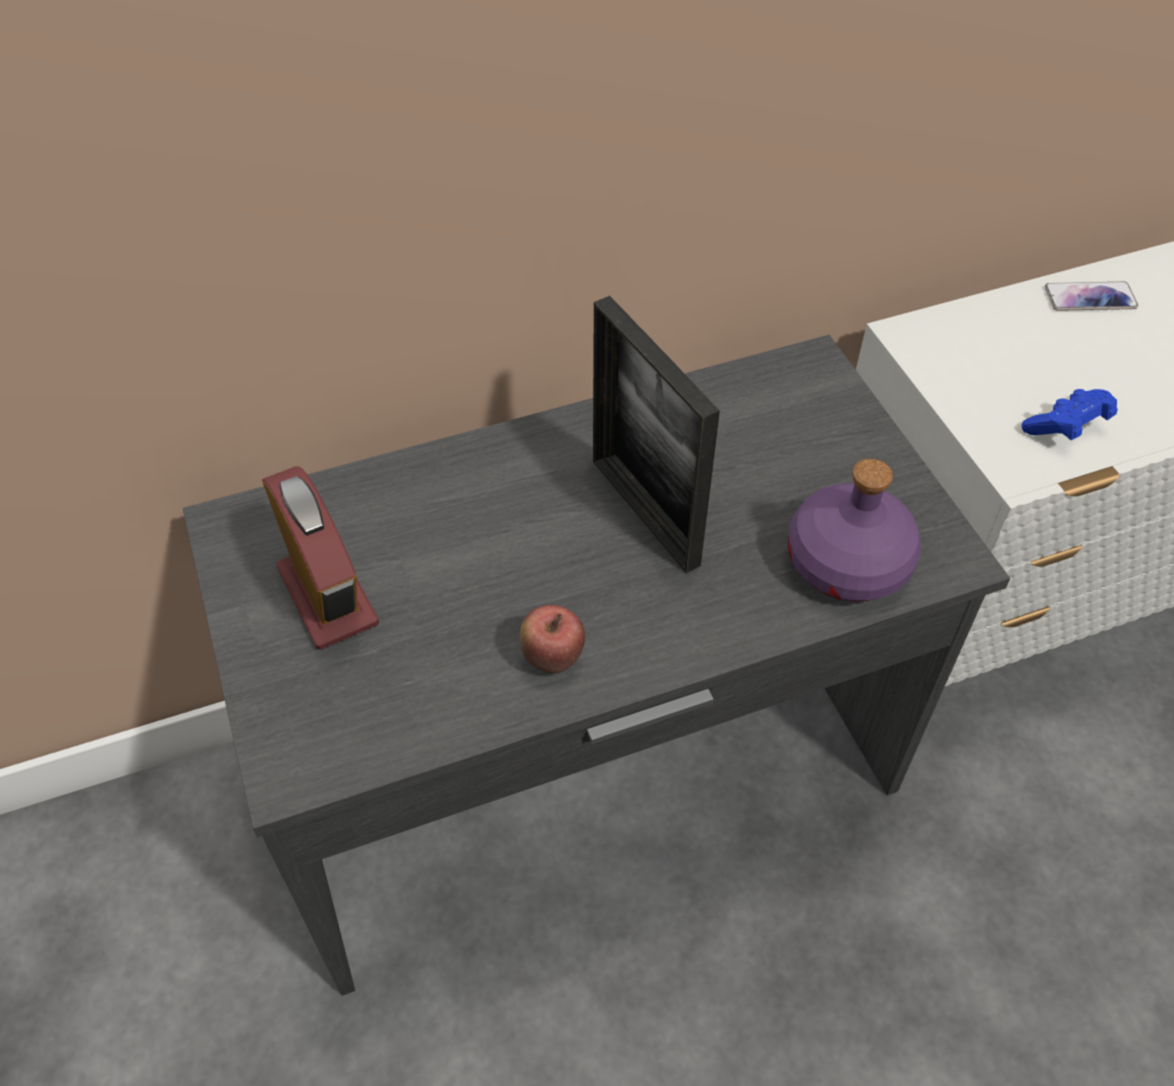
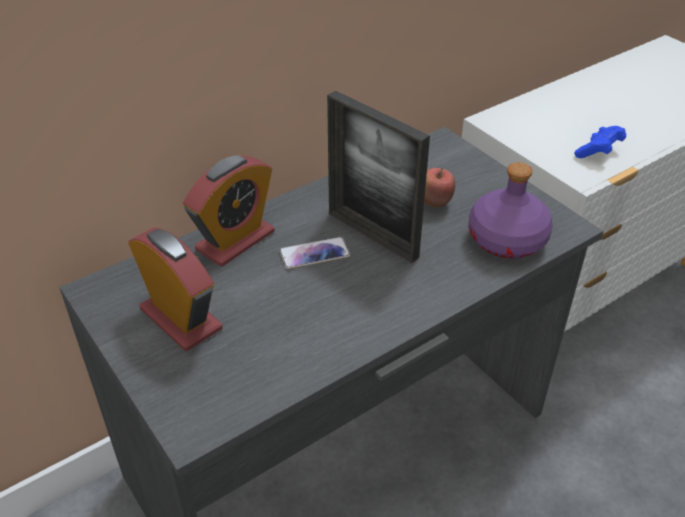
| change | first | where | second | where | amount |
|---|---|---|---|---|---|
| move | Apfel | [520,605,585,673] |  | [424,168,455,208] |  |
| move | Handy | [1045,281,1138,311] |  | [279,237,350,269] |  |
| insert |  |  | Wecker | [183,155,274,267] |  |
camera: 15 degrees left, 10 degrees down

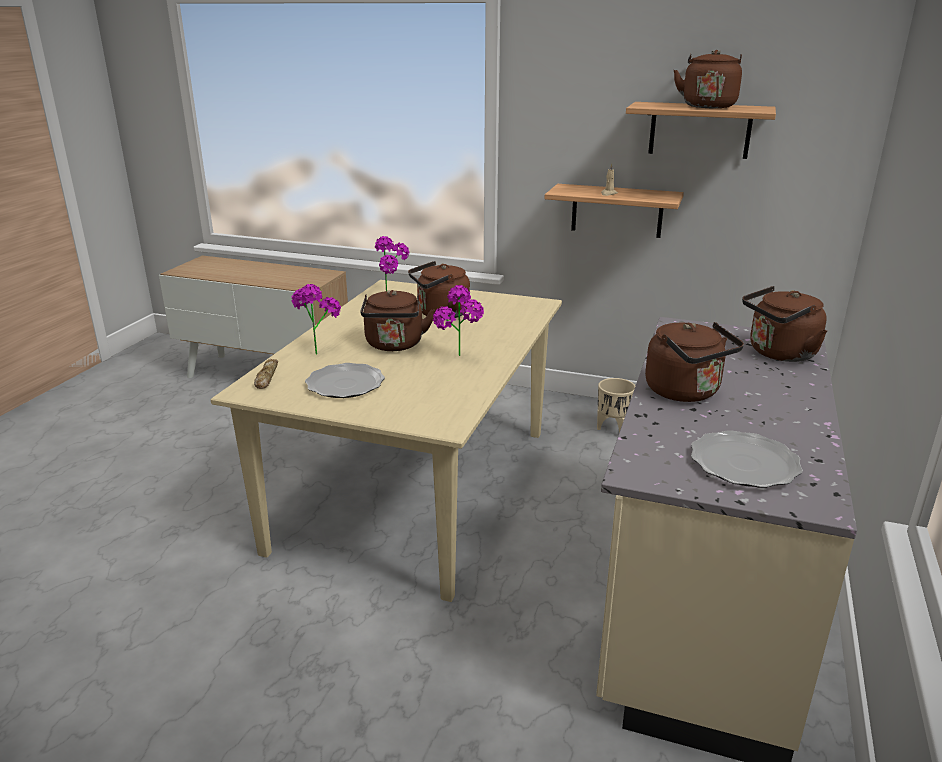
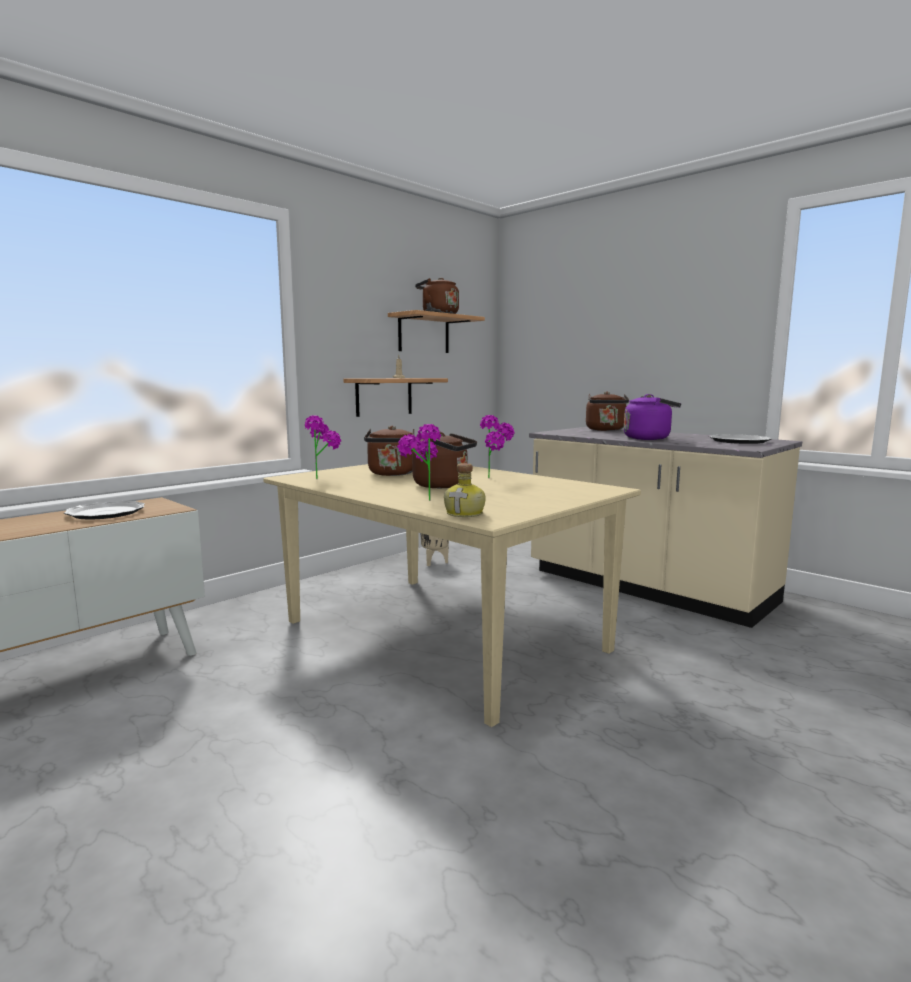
| change | first | where | second | where | amount |
|---|---|---|---|---|---|
| replace | Brot | [254,359,278,389] | Flasche | [444,463,485,517] |  |
| move | Teller | [305,363,385,398] |  | [64,501,145,519] |  |
| recolor | Wasserkessel (braun) | [645,322,744,402] | Wasserkessel (lila) | [624,394,681,440] |  |
camera: 65 degrees left, 15 degrees down

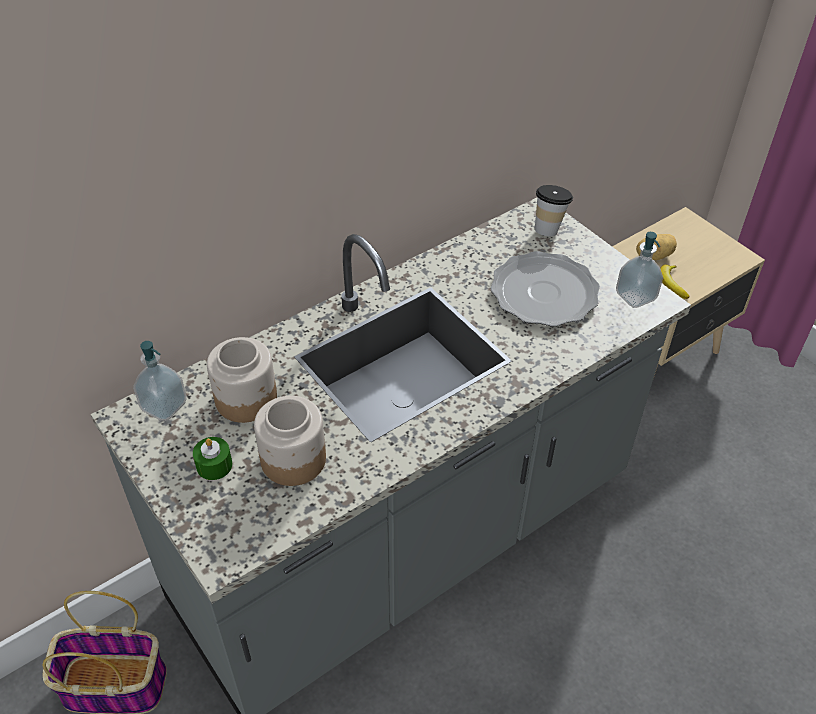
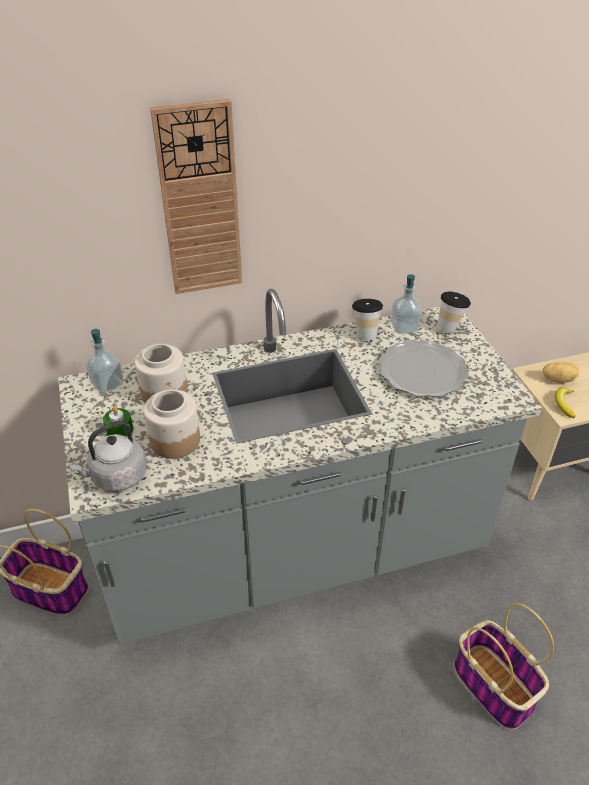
| change | first | where | second | where | amount |
|---|---|---|---|---|---|
| move | Seifenspender | [616,232,663,308] |  | [391,274,422,334] |  |
| insert |  |  | Wasserkessel (grau) | [68,420,147,491] |  |
| insert |  |  | Wanduhr | [150,99,242,294] |  |
| insert |  |  | Tasse | [352,299,383,340] |  |
| insert |  |  | Korb | [454,603,554,730] |  |
camera: 20 degrees right, 5 degrees down

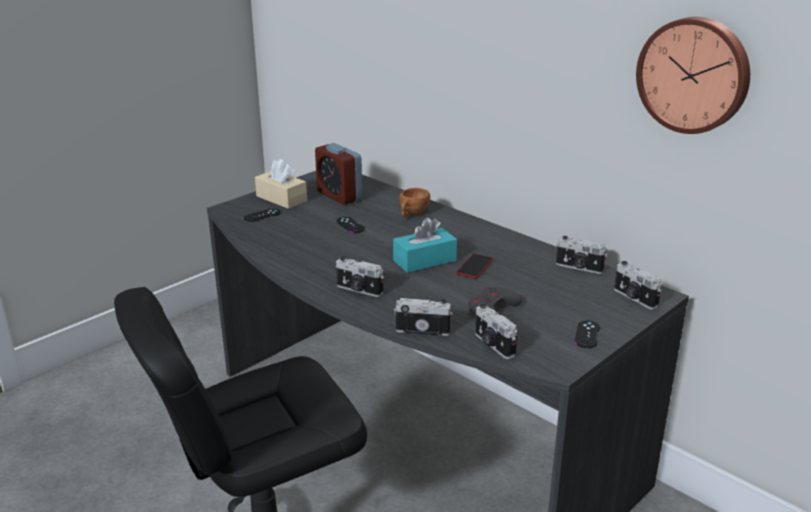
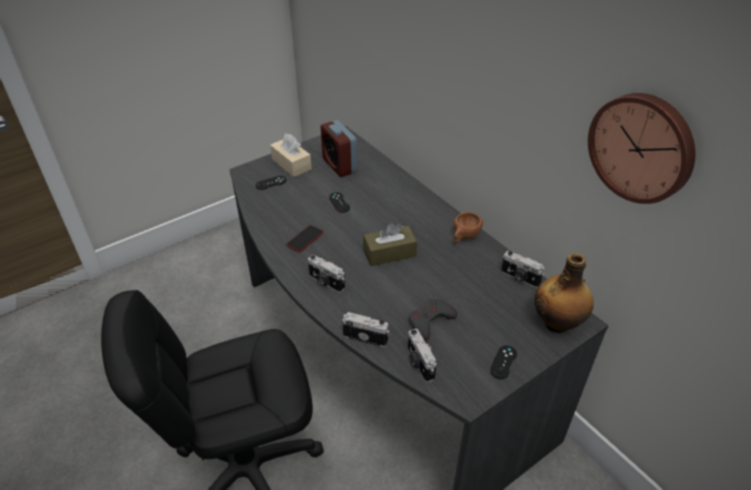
| change | first | where | second | where | amount |
|---|---|---|---|---|---|
| recolor | Taschentuchbox (türkis) | [393,217,457,273] | Taschentuchbox (braun) | [363,223,417,266] |  |
| move | Tasse (braun) | [399,188,430,217] |  | [454,212,483,243] |  |
| move | Handy | [456,254,493,279] |  | [286,225,323,252] |  |
| replace | Kamera | [614,261,662,310] | Flasche | [535,253,594,333] |  |
camera: 10 degrees right, 15 degrees up

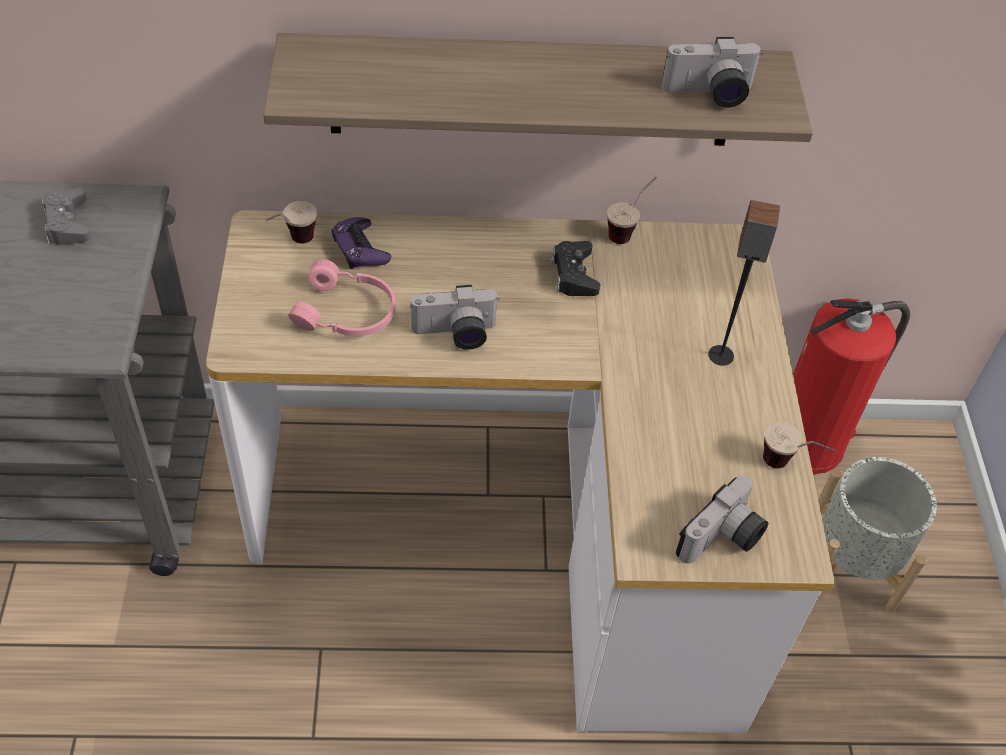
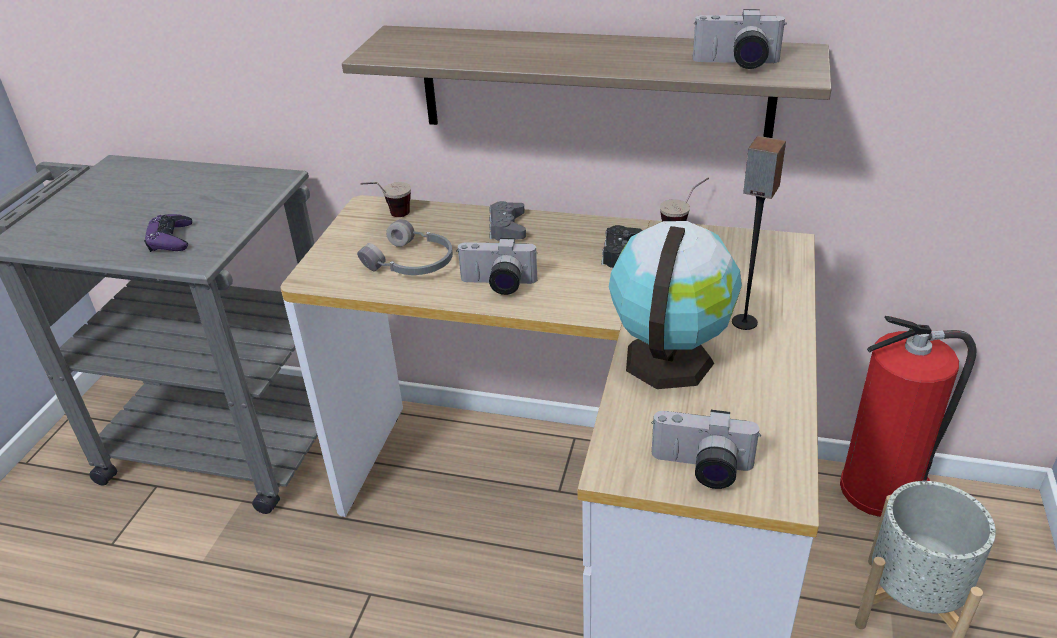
| change | first | where | second | where | amount |
|---|---|---|---|---|---|
| move | Gamepad (grau) | [42,188,91,245] |  | [489,201,526,241] |  |
| recolor | Kopfhörer (rosa) | [288,259,396,336] | Kopfhörer (grau) | [357,219,453,275] |  |
| move | Gamepad (lila) | [331,217,391,269] |  | [144,214,192,252] |  |
| rotate | Kamera | [676,476,769,564] |  | [651,410,761,489] | 45 degrees clockwise |
| delete | Tasse | [763,422,835,468] |  |  |  |
| insert |  |  | Globus | [609,221,742,389] |  |
camera: 20 degrees right, 15 degrees down

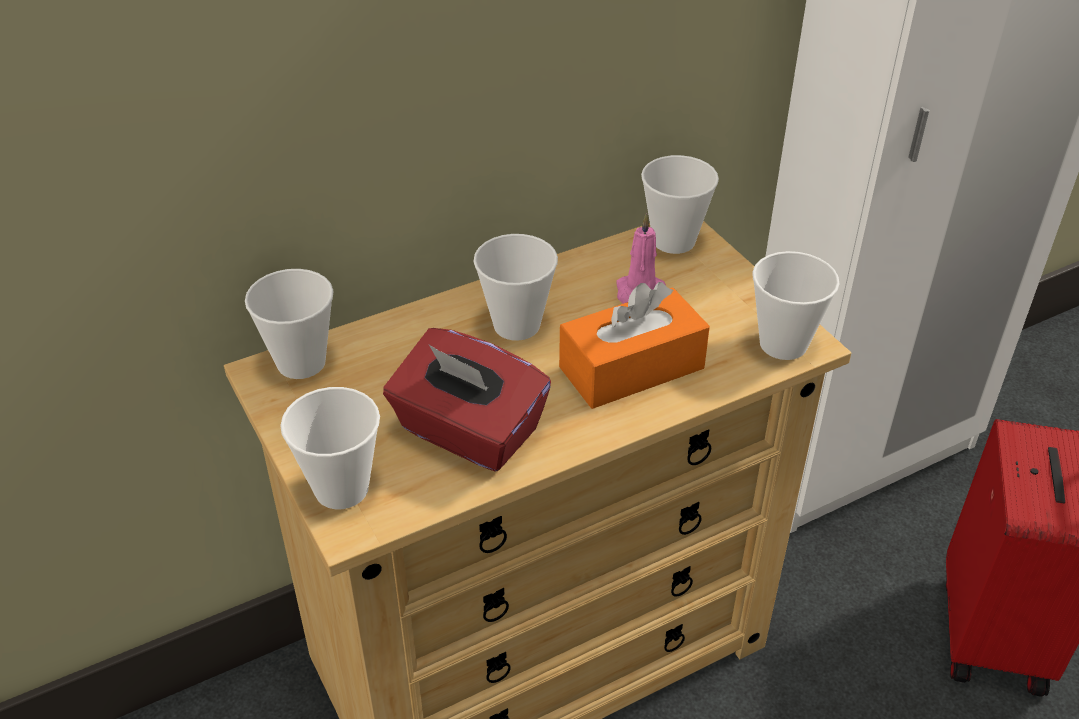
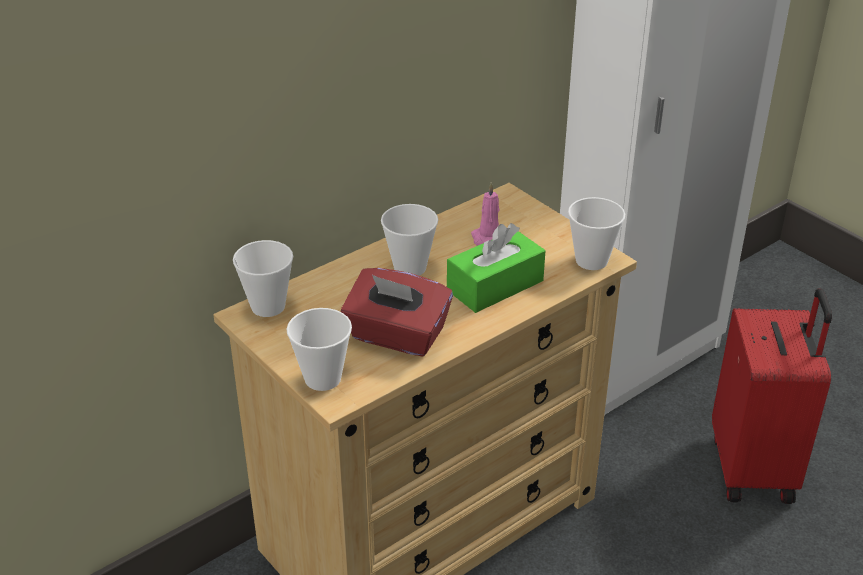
| change | first | where | second | where | amount |
|---|---|---|---|---|---|
| recolor | Taschentuchbox (orange) | [559,282,710,409] | Taschentuchbox (grün) | [447,223,546,313] |  |
| delete | Tasse | [641,155,719,254] |  |  |  |
camera: 10 degrees left, 5 degrees down

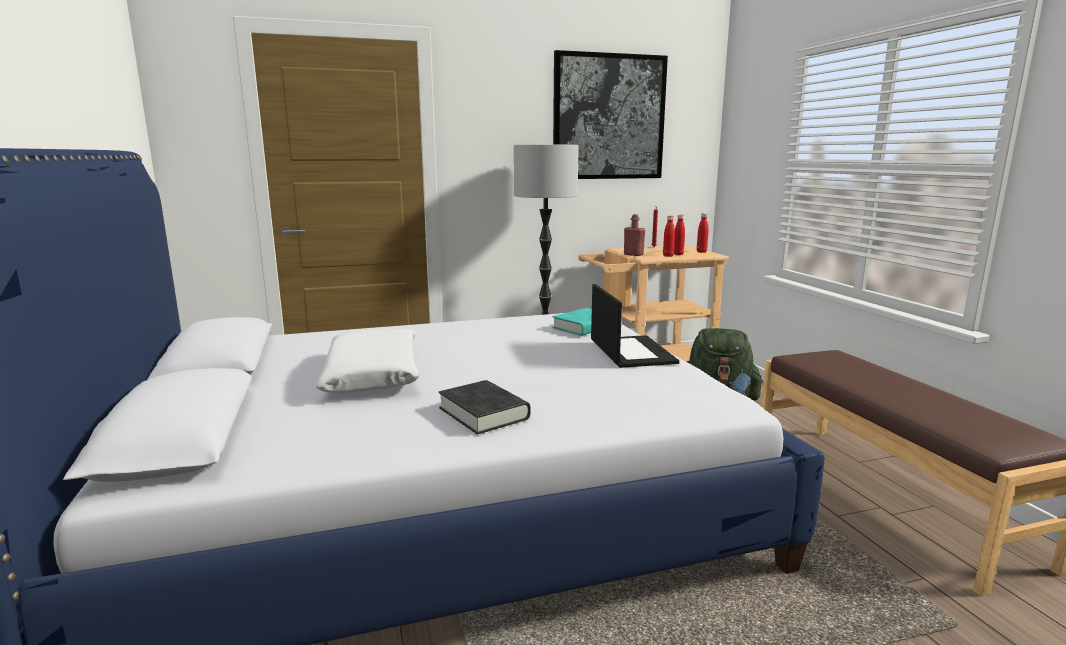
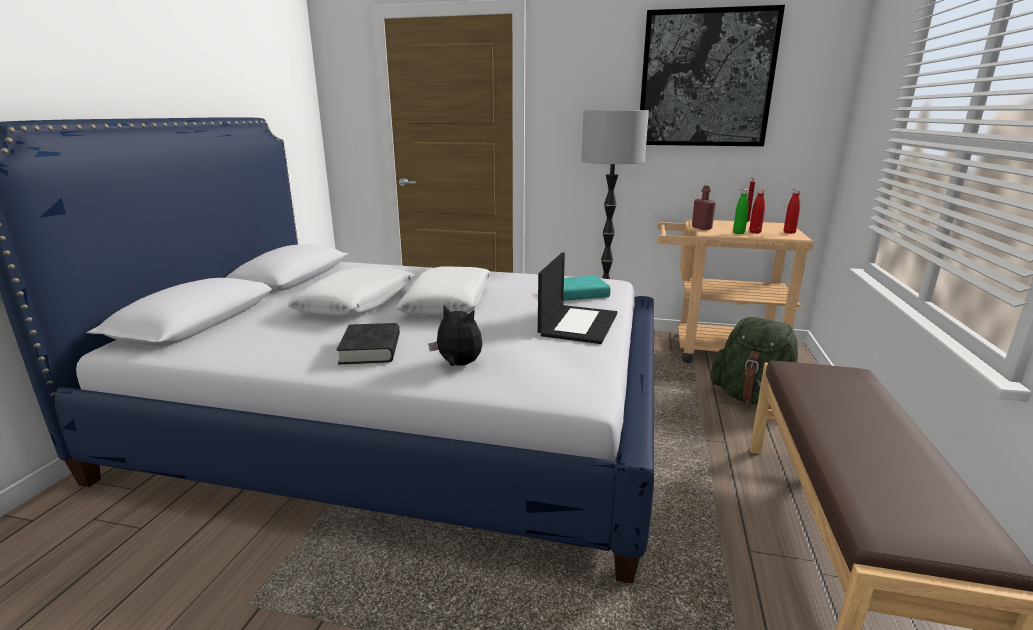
| change | first | where | second | where | amount |
|---|---|---|---|---|---|
| recolor | Flasche (rot) | [663,216,675,257] | Flasche (grün) | [733,189,749,234] |  |
| insert |  |  | Kissen (weiß) | [396,267,491,315] |  |
| insert |  |  | Plüschtier | [428,305,483,366] |  |
camera: 30 degrees right, 5 degrees up

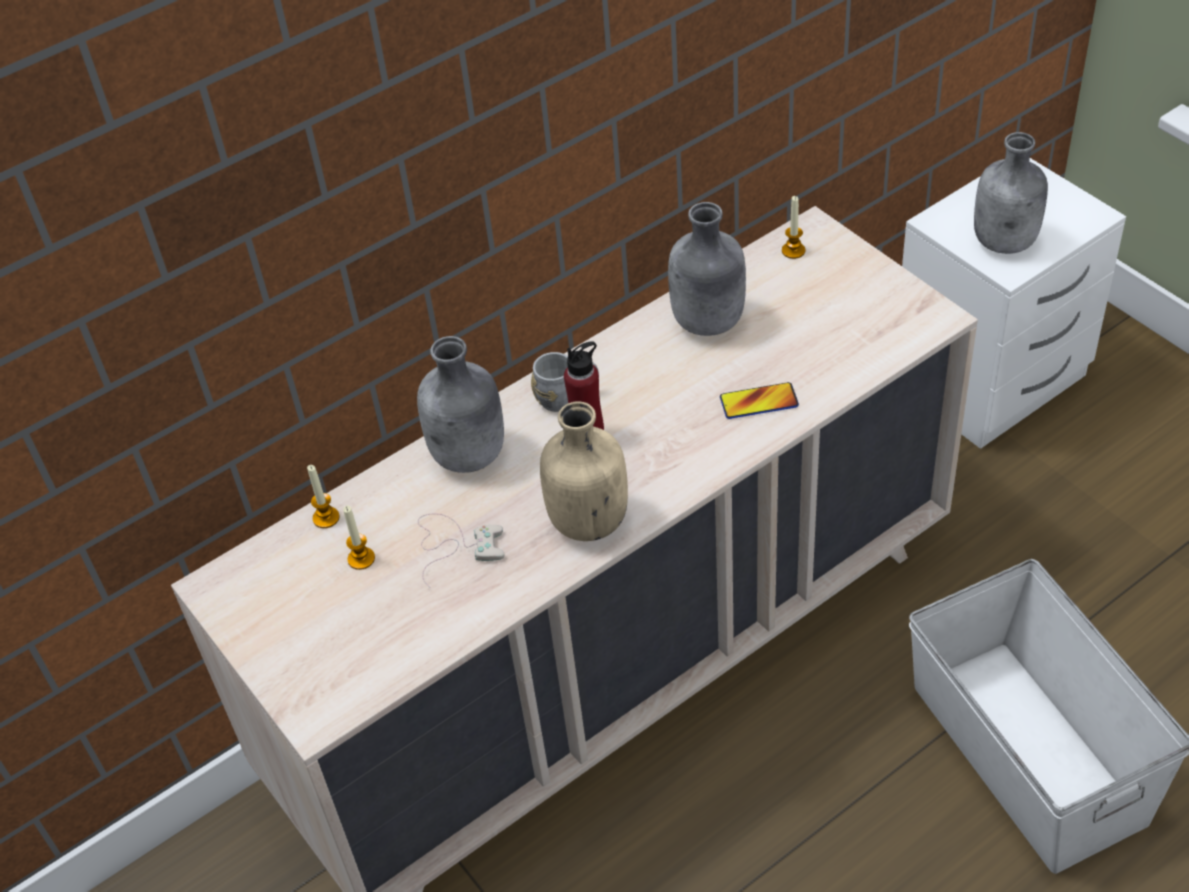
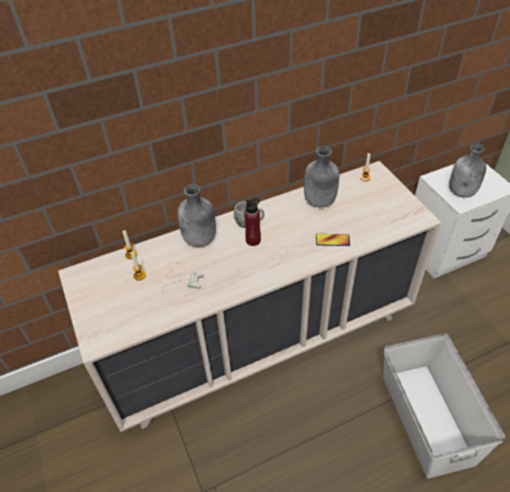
| change | first | where | second | where | amount |
|---|---|---|---|---|---|
| delete | Flasche (beige) | [540,401,628,541] |  |  |  |
camera: 10 degrees right, 0 degrees up

